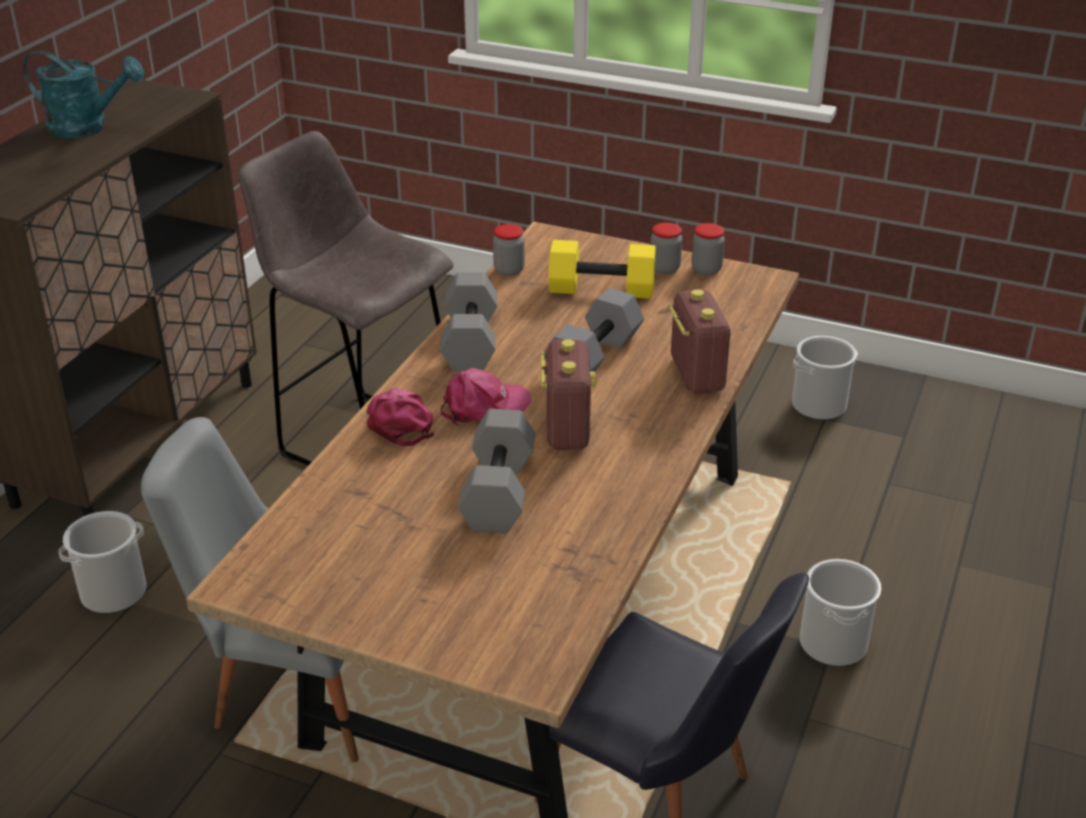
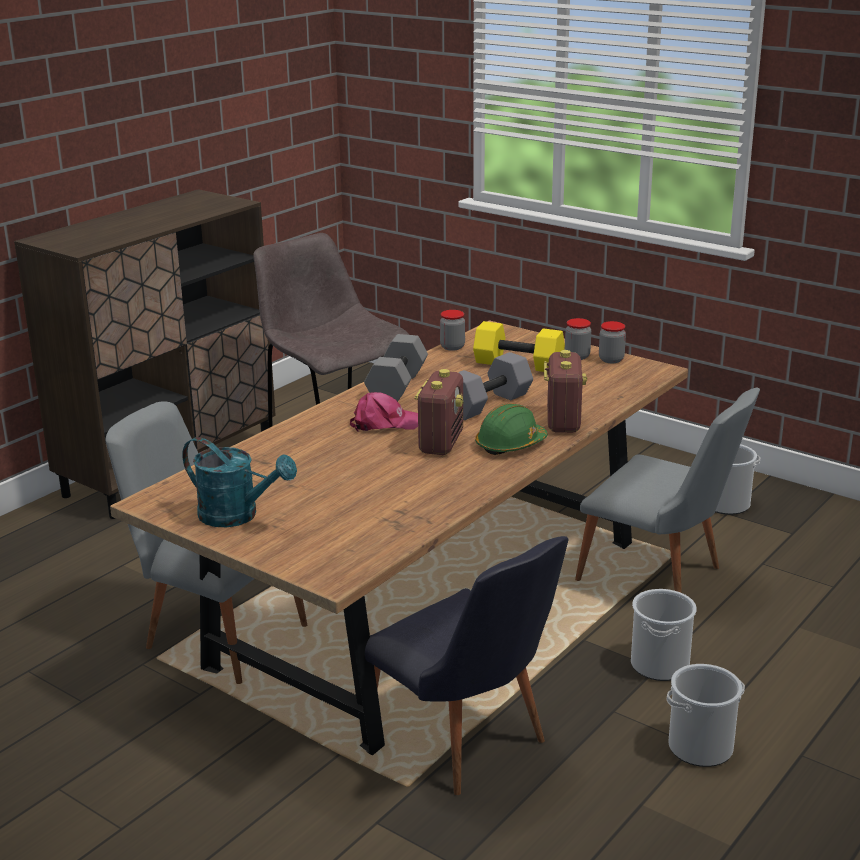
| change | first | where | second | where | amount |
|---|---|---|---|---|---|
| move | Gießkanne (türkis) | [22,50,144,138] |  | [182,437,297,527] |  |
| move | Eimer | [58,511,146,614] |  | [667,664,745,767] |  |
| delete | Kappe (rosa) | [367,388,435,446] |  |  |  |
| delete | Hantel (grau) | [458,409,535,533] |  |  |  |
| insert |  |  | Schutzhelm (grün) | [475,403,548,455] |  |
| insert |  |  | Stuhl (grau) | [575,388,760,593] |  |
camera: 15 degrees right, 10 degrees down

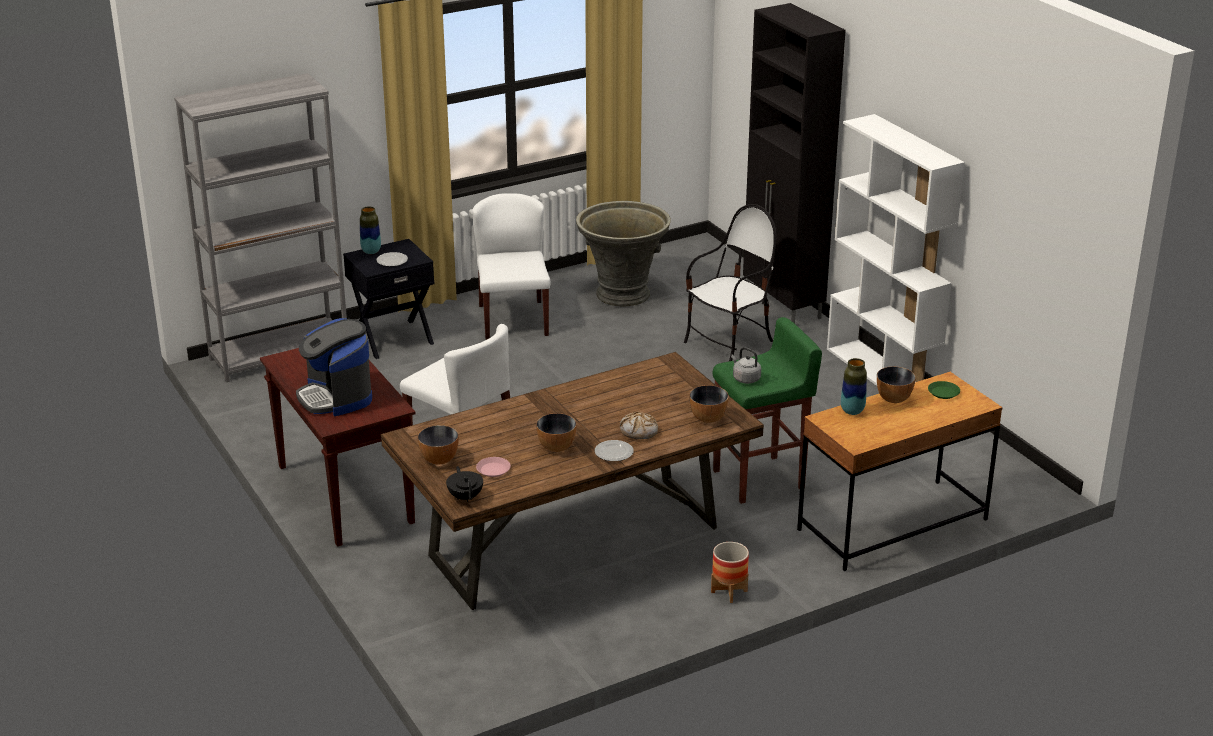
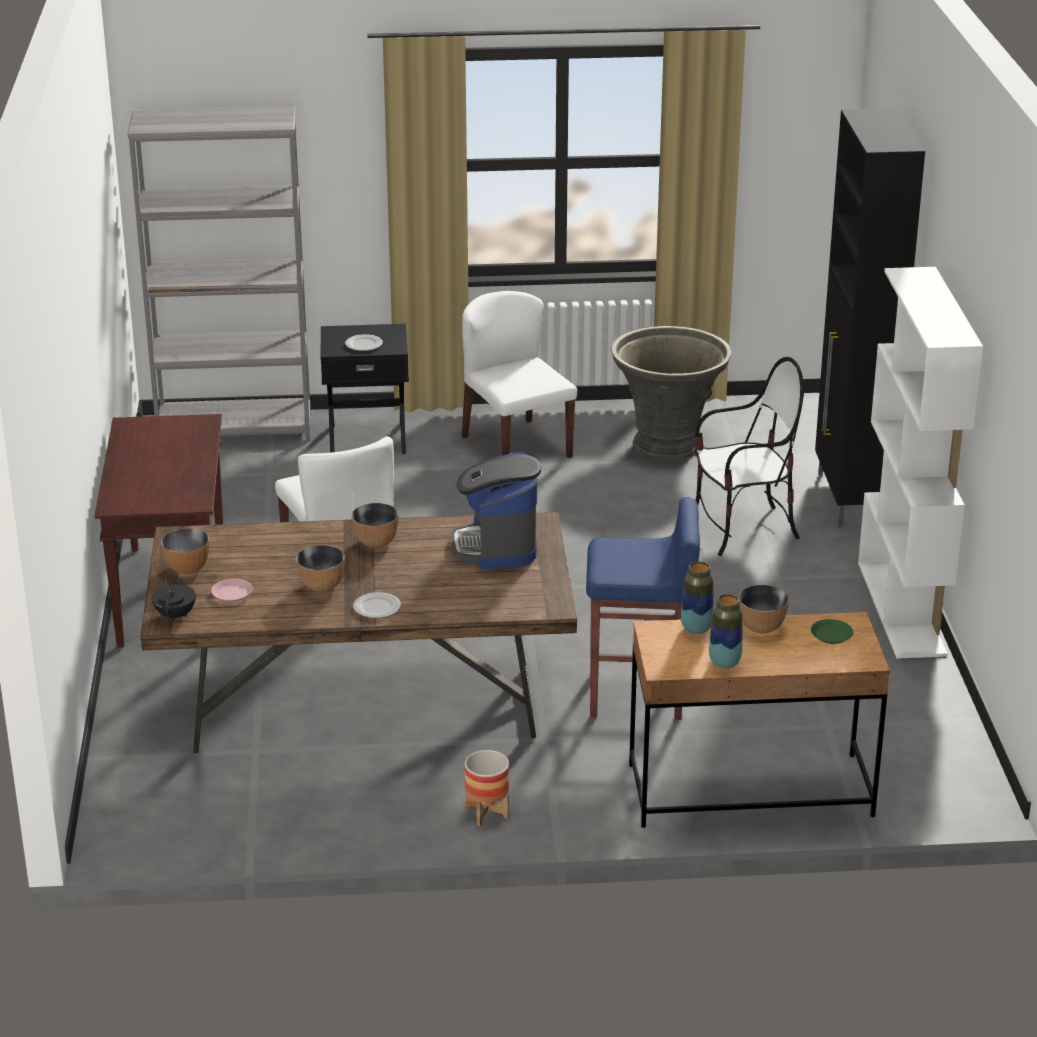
| change | first | where | second | where | amount |
|---|---|---|---|---|---|
| move | Kaffeemaschine | [296,318,372,416] |  | [451,452,541,569] |  |
| move | Vase | [360,206,381,254] |  | [709,594,743,668] |  |
| rotate | Stuhl (weiß) | [473,193,550,340] |  | [462,291,577,458] | 45 degrees counterclockwise |
| delete | Brot | [620,411,658,439] |  |  |  |
| move | Schüssel | [689,385,729,423] |  | [351,503,399,548] |  |
| recolor | Hocker (grün) | [712,317,822,504] | Hocker (blau) | [586,497,700,720] |  |
| delete | Wasserkessel (grau) | [731,347,761,384] |  |  |  |
camera: 25 degrees right, 0 degrees up

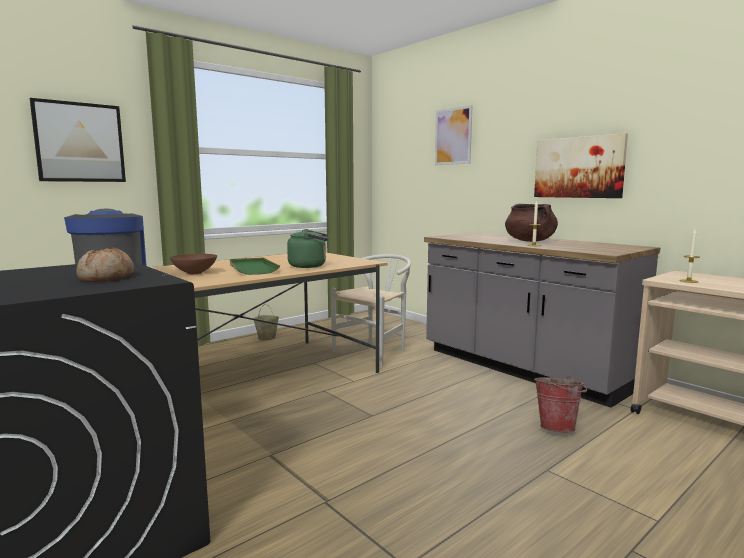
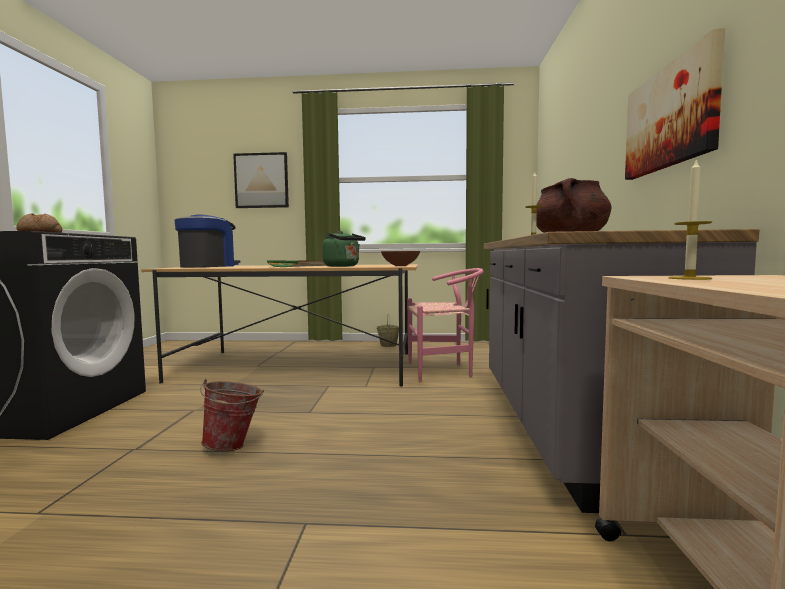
| change | first | where | second | where | amount |
|---|---|---|---|---|---|
| move | Schüssel (braun) | [170,254,217,274] |  | [381,251,420,266] |  |
| recolor | Stuhl (weiß) | [331,254,411,365] | Stuhl (rosa) | [407,268,483,382] |  |
| delete | Bild | [435,105,473,165] |  |  |  |
| move | Eimer | [534,376,587,432] |  | [200,379,264,451] |  |
camera: 45 degrees right, 5 degrees down

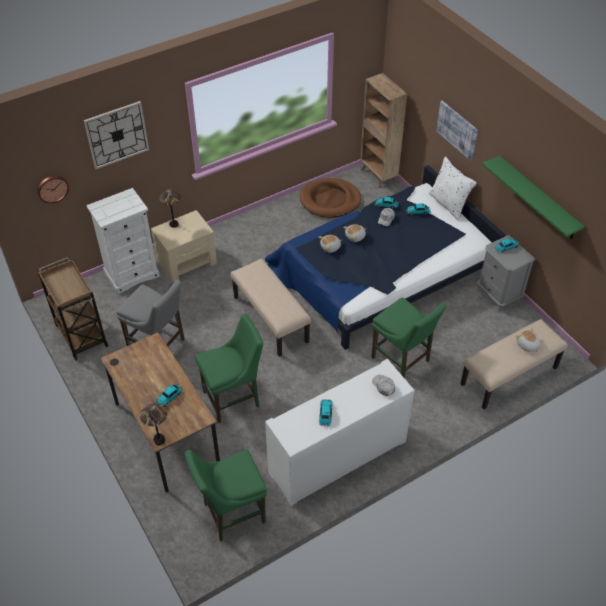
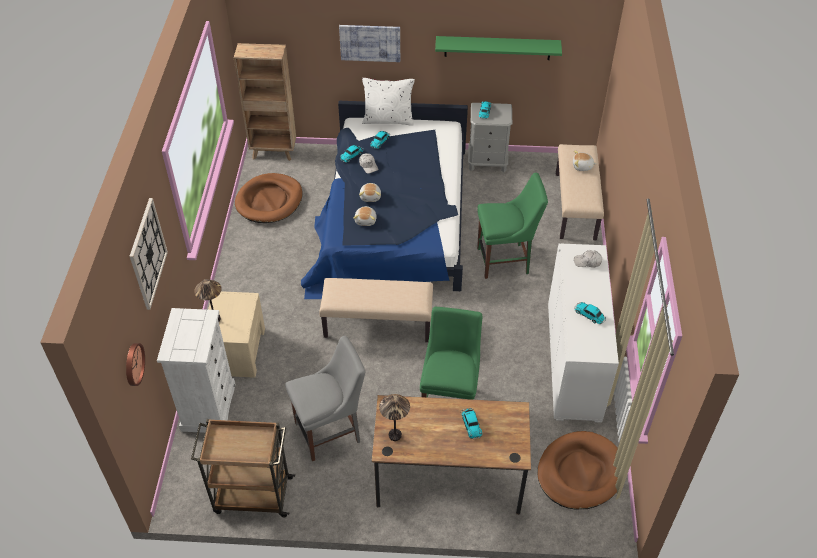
| change | first | where | second | where | amount |
|---|---|---|---|---|---|
| move | Tischlampe | [140,403,167,445] |  | [379,394,410,441] |  |
| replace | Stuhl (grün) | [185,450,267,542] | Hundebett (braun) | [537,431,618,509] |  |
camera: 55 degrees left, 0 degrees up

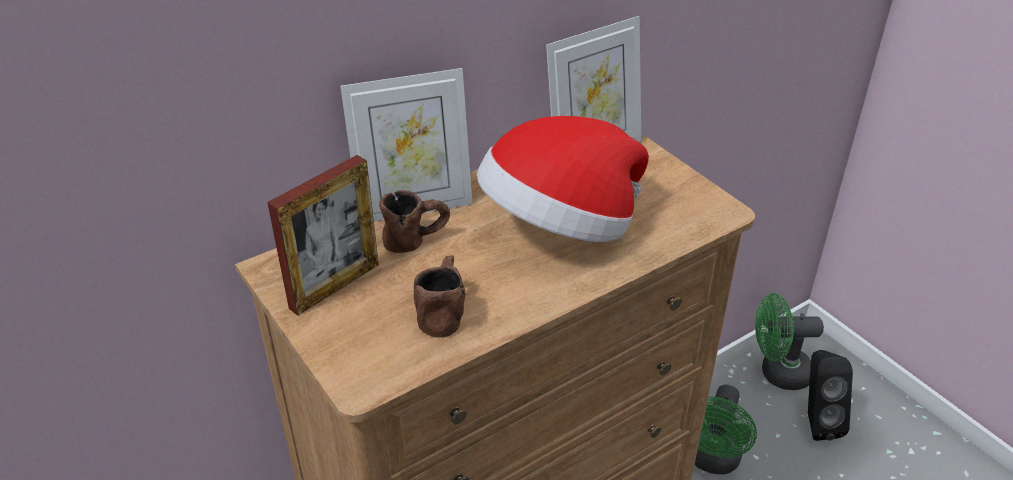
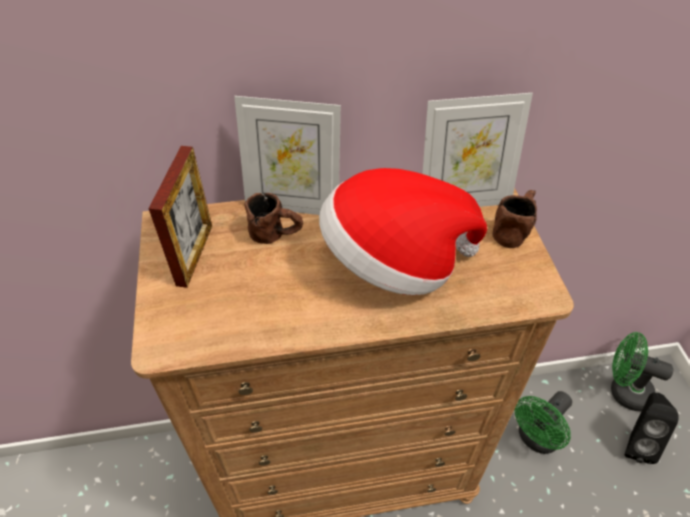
| change | first | where | second | where | amount |
|---|---|---|---|---|---|
| rotate | Bilderrahmen | [267,155,379,316] |  | [148,146,212,288] | 60 degrees counterclockwise |
| move | Henkelbecher (braun) | [413,255,466,338] |  | [492,190,537,248] |  |
camera: 25 degrees right, 10 degrees up

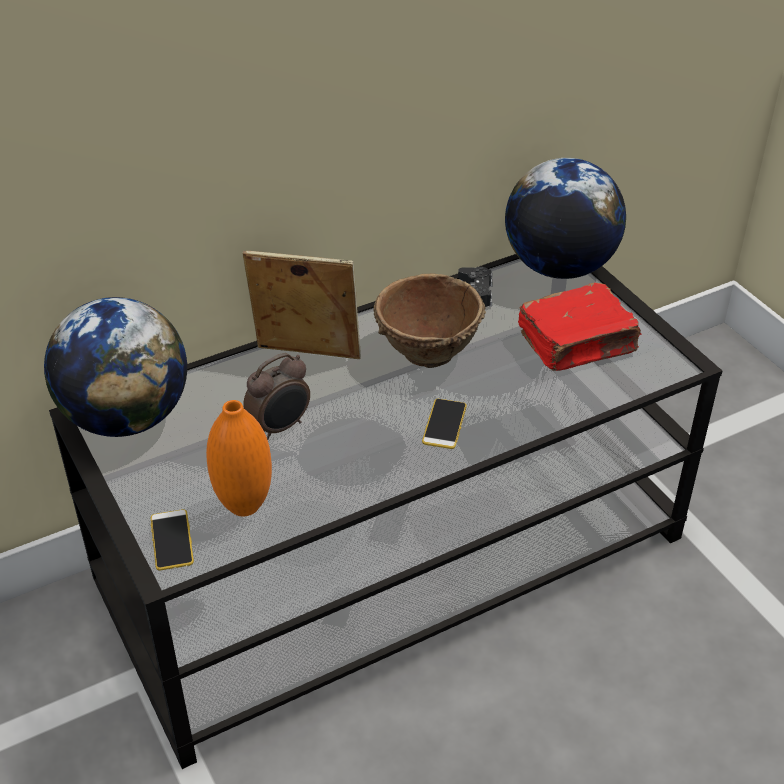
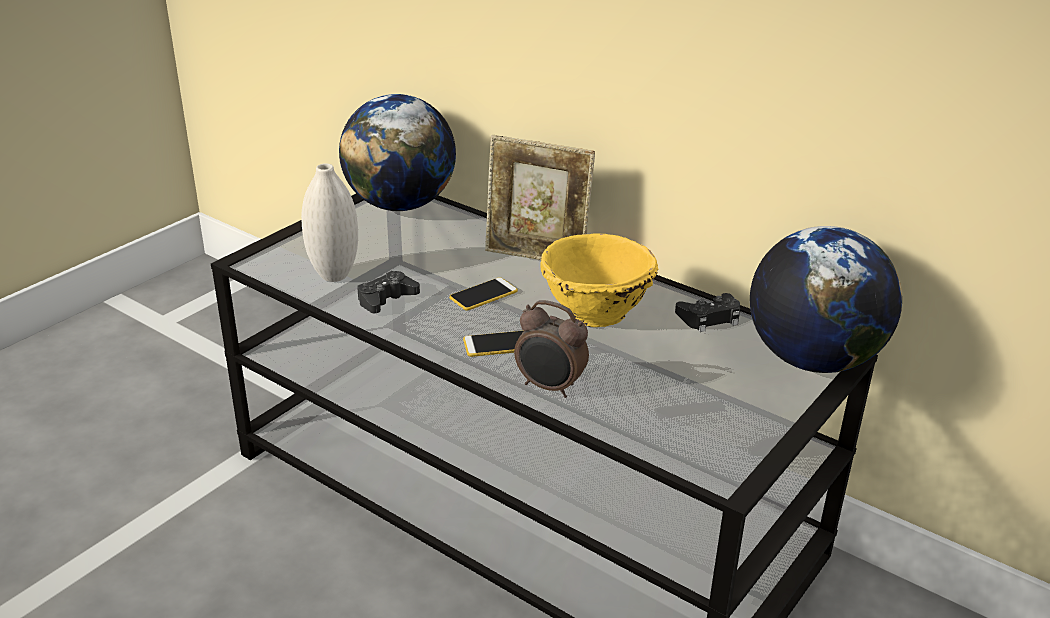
| change | first | where | second | where | amount |
|---|---|---|---|---|---|
| move | Handy | [151,509,194,571] |  | [449,277,518,311] |  |
| recolor | Vase (orange) | [206,400,272,517] | Vase (weiß) | [301,163,358,282] |  |
| rotate | Bilderrahmen | [243,251,361,359] |  | [485,135,595,260] | 120 degrees clockwise |
| move | Wecker | [243,353,310,440] |  | [514,300,589,398] |  |
| recolor | Schüssel (braun) | [373,273,486,368] | Schüssel (gelb) | [540,233,658,327] |  |
| delete | Buch (rot) | [518,283,642,371] |  |  |  |
| insert |  |  | Gamepad (schwarz) | [357,271,420,313] |  |
camera: 65 degrees right, 10 degrees down

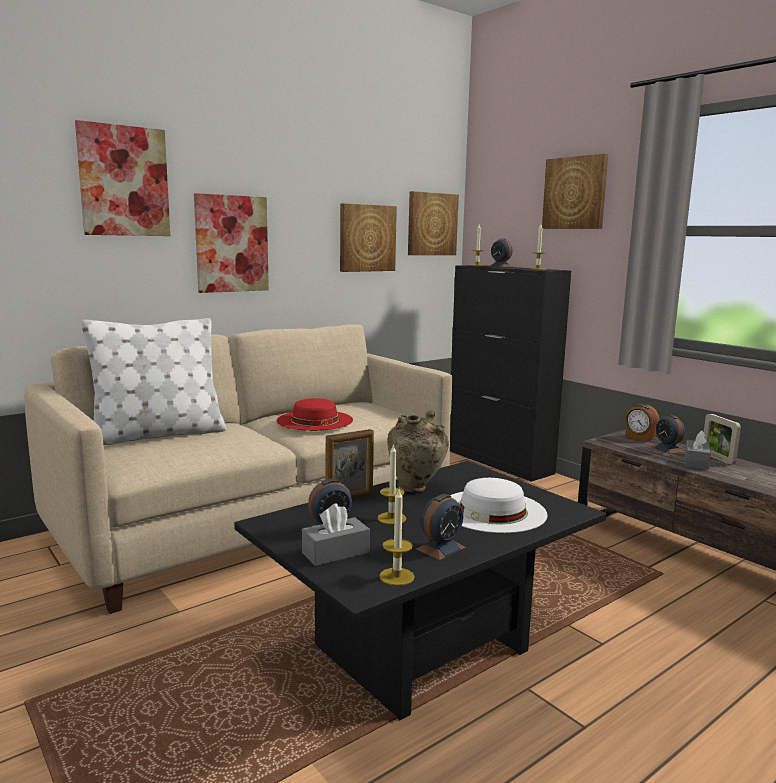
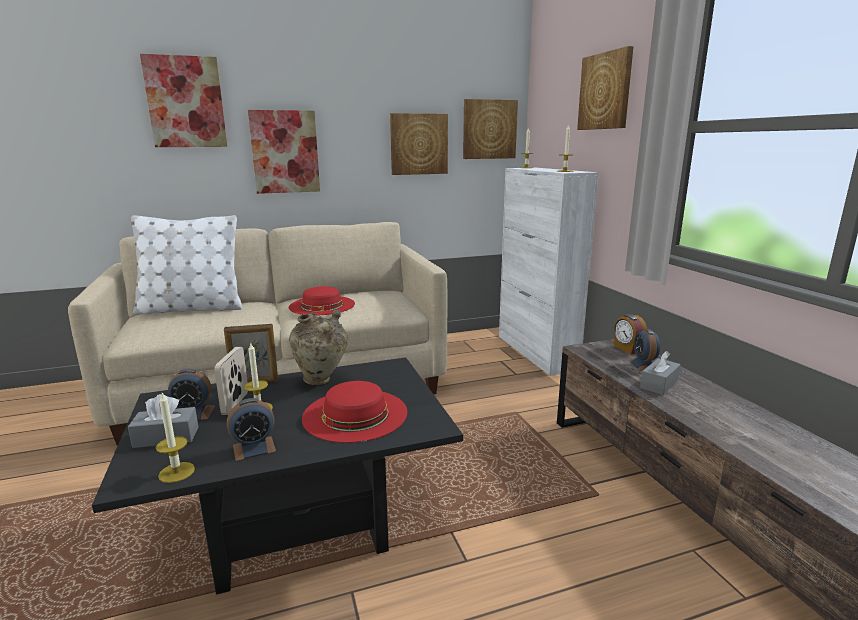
| change | first | where | second | where | amount |
|---|---|---|---|---|---|
| recolor | Schrank (schwarz) | [450,265,571,482] | Schrank (weiß) | [499,168,599,375] |  |
| recolor | Hut (weiß) | [451,478,547,533] | Hut (rot) | [302,381,408,443] |  |
| delete | Wecker | [489,238,513,267] |  |  |  |
| move | Bilderrahmen | [704,414,741,464] |  | [214,347,248,415] |  |
camera: 20 degrees right, 5 degrees up

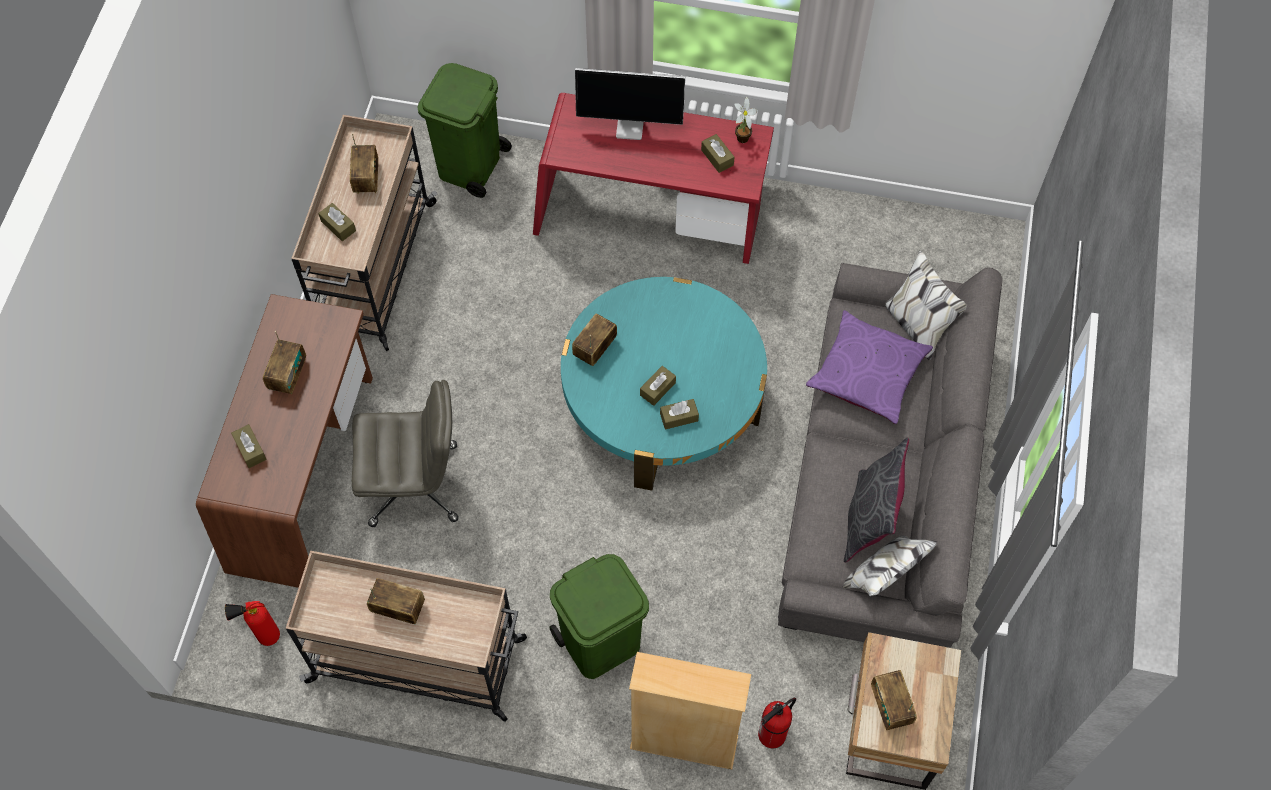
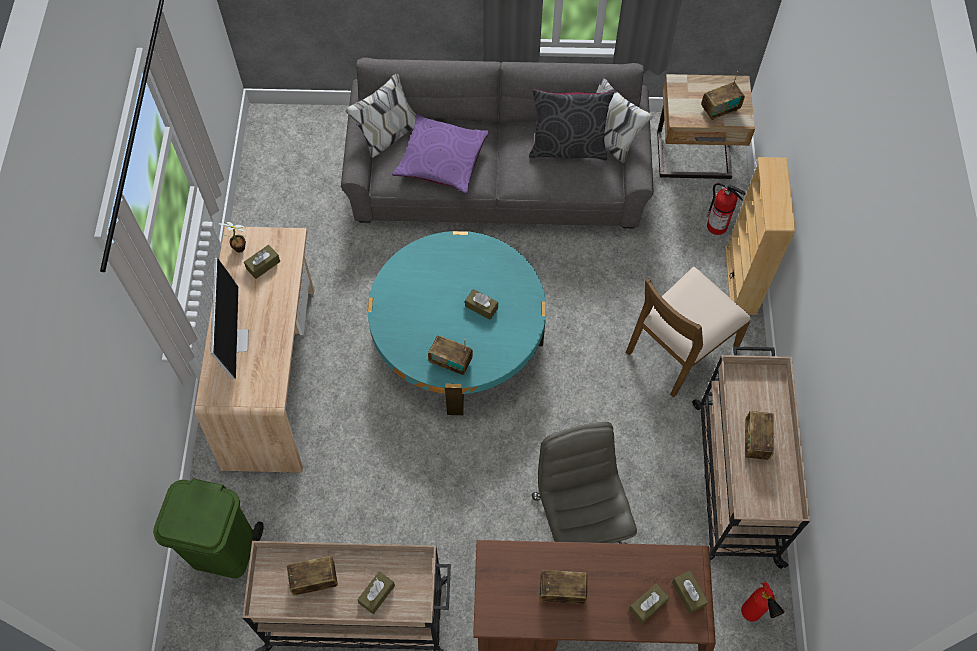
| change | first | where | second | where | amount |
|---|---|---|---|---|---|
| recolor | Schreibtisch (rot) | [533,93,774,264] | Schreibtisch (beige) | [195,226,314,473] |  |
| replace | Mülleimer (grün) | [549,554,649,679] | Stuhl (braun) | [626,267,752,398] |  |
| move | Taschentuchbox (braun) | [660,399,699,430] |  | [672,570,709,614] |  |
camera: 100 degrees left, 0 degrees up

